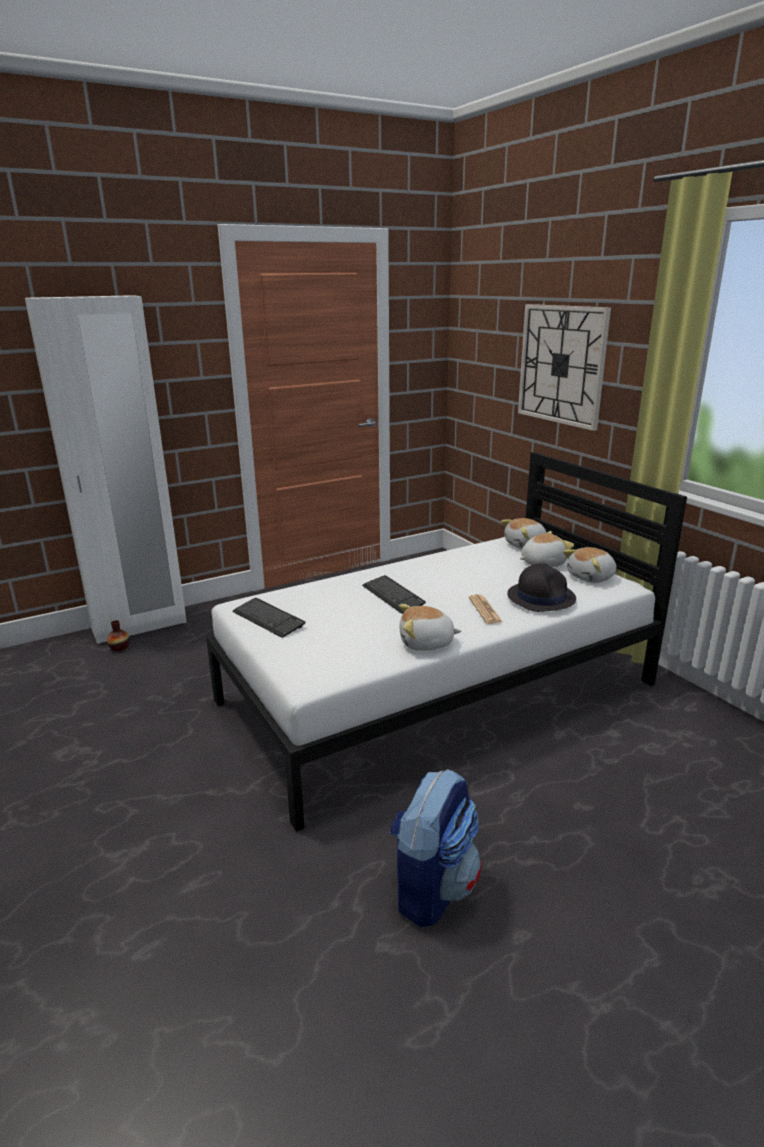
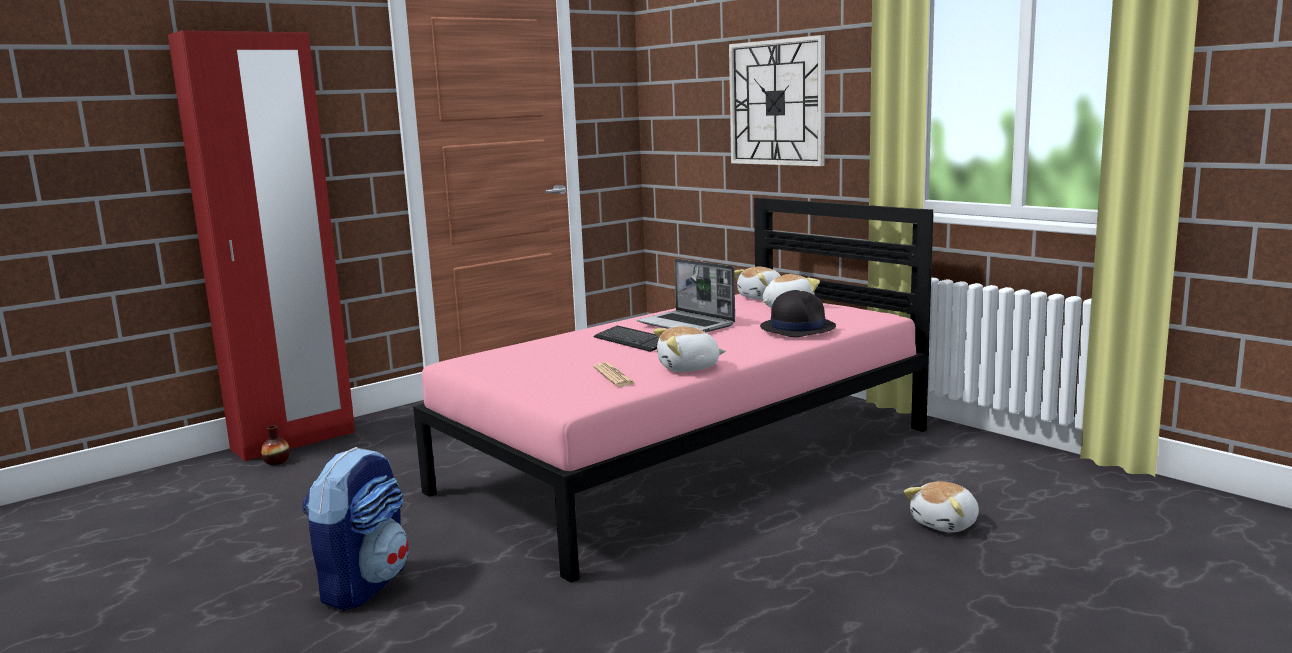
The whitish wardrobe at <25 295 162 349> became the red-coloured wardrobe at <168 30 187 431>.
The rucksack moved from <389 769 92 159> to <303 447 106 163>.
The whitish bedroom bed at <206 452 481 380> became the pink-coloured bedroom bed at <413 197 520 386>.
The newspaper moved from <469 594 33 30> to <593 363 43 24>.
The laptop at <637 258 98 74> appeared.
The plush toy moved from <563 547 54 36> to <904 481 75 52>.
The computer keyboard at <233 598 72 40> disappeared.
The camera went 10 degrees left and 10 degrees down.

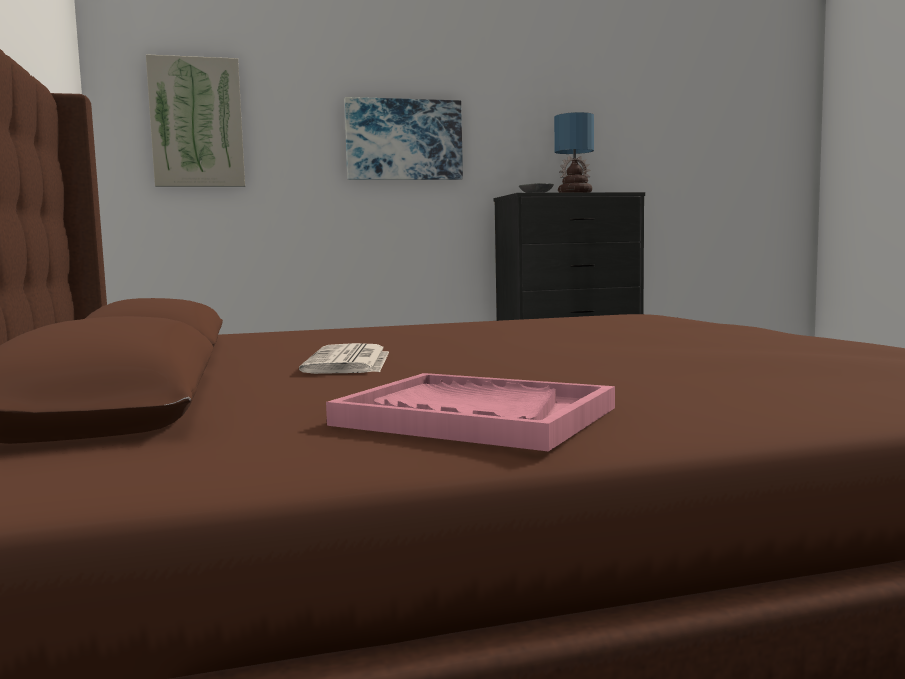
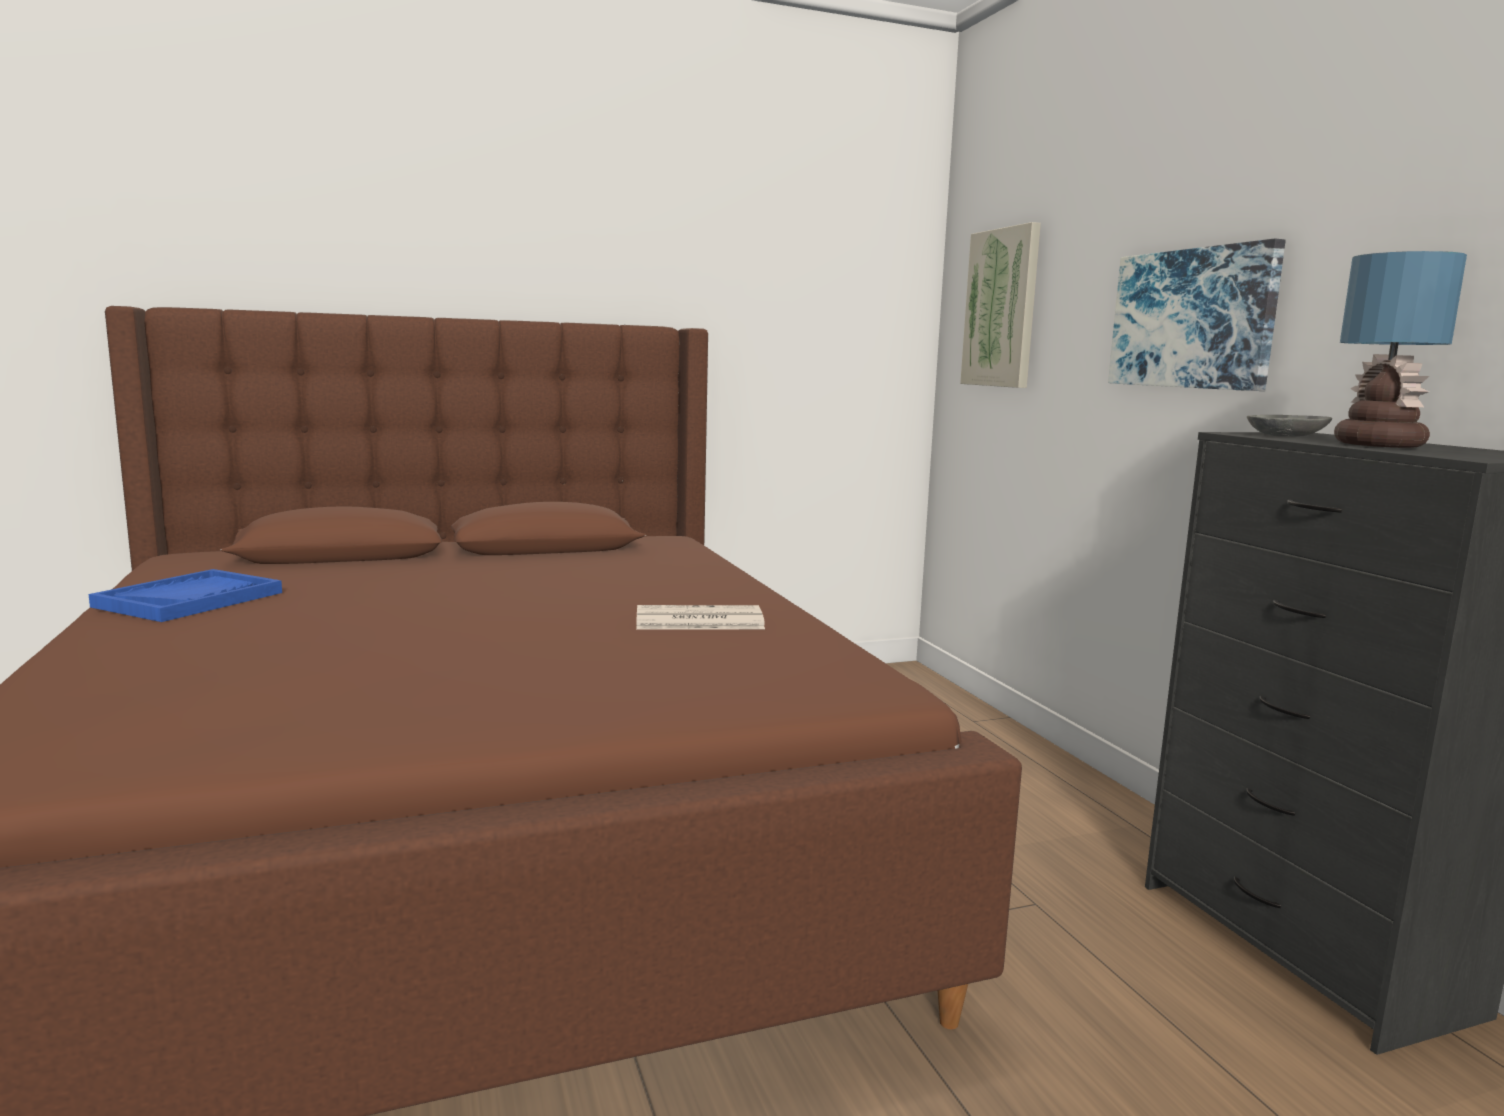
The pink-coloured serving tray at <326 373 289 79> became the bluish serving tray at <89 569 193 53>.
The newspaper moved from <299 343 90 31> to <636 605 129 24>.
The camera went 85 degrees right and 5 degrees up.

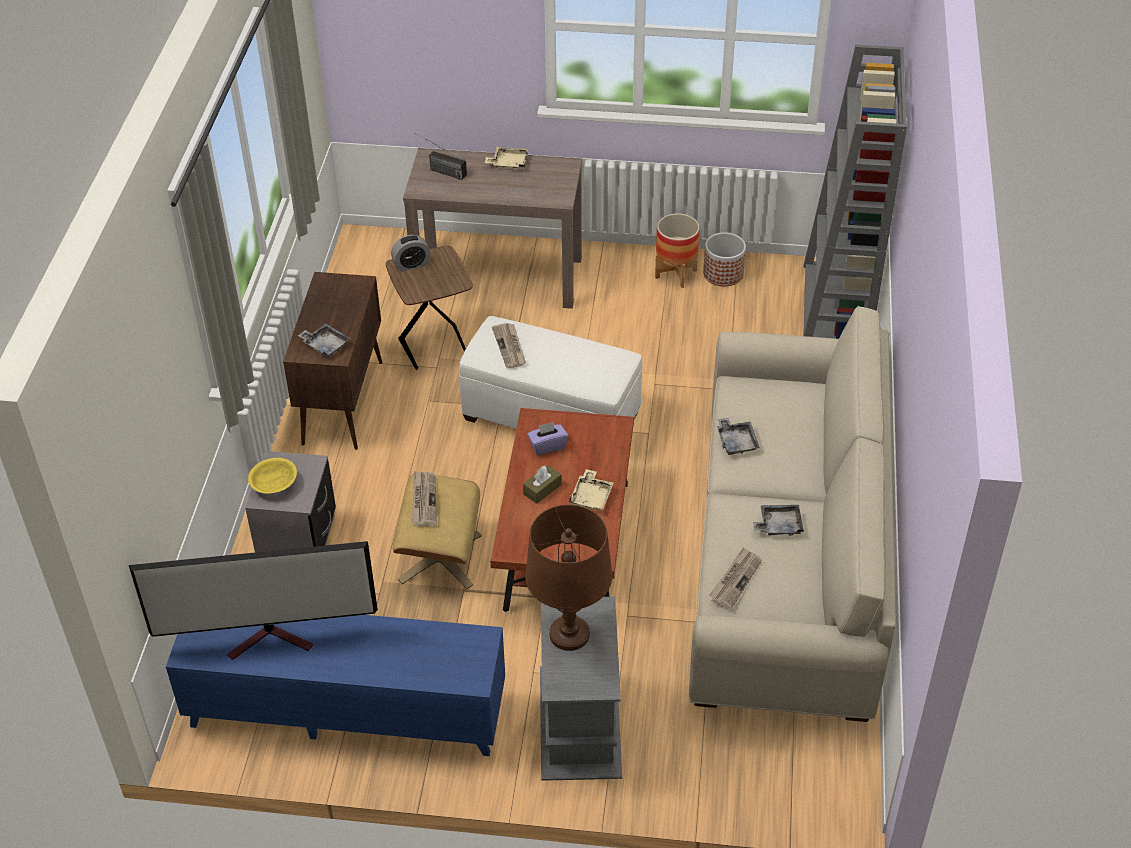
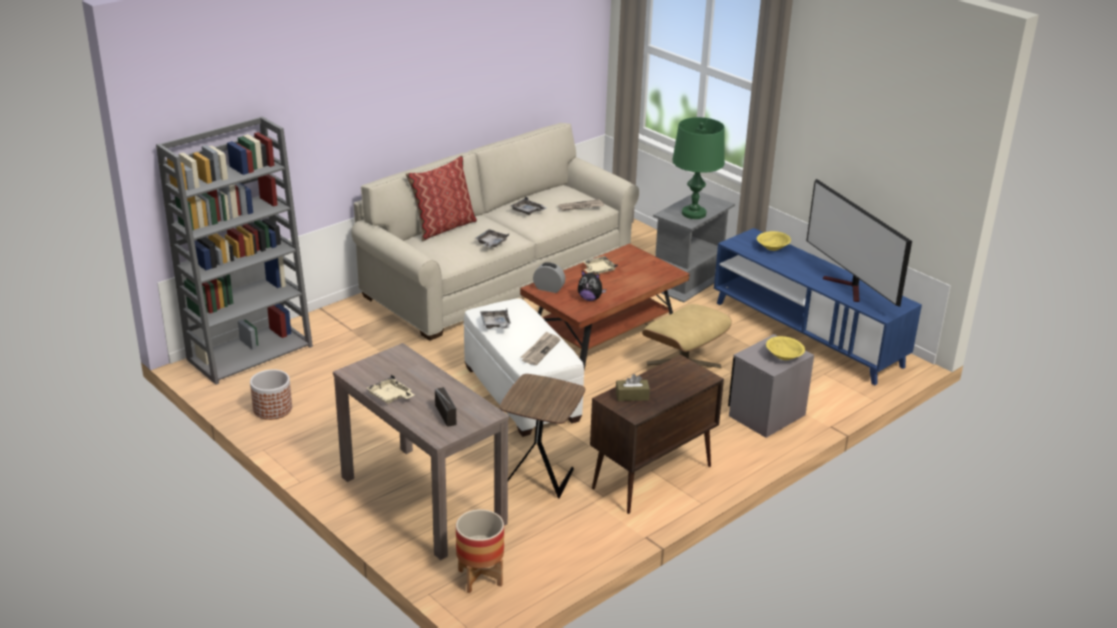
The throw pillow at <406 155 71 86> appeared.
The planter moved from <655 213 45 75> to <456 509 48 84>.
The gray serving tray moved from <298 323 53 35> to <480 309 31 20>.
The bedside clock moved from <391 235 40 36> to <533 262 32 31>.
The purple-coloured tissue box at <527 422 41 33> was replaced by the plush toy at <578 271 28 30>.
The brown tissue box moved from <523 465 39 39> to <616 374 34 27>.
The brown tabletop lamp at <525 505 87 146> became the green tabletop lamp at <672 117 53 102>.
The yellow deep dish at <757 231 34 20> appeared.
The TV set at <129 541 249 119> turned 150 degrees counterclockwise.
The newspaper at <412 471 25 55> disappeared.
The camera went 140 degrees left and 15 degrees down.

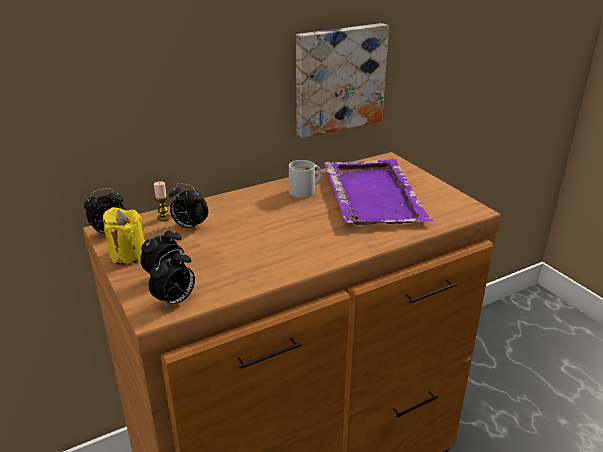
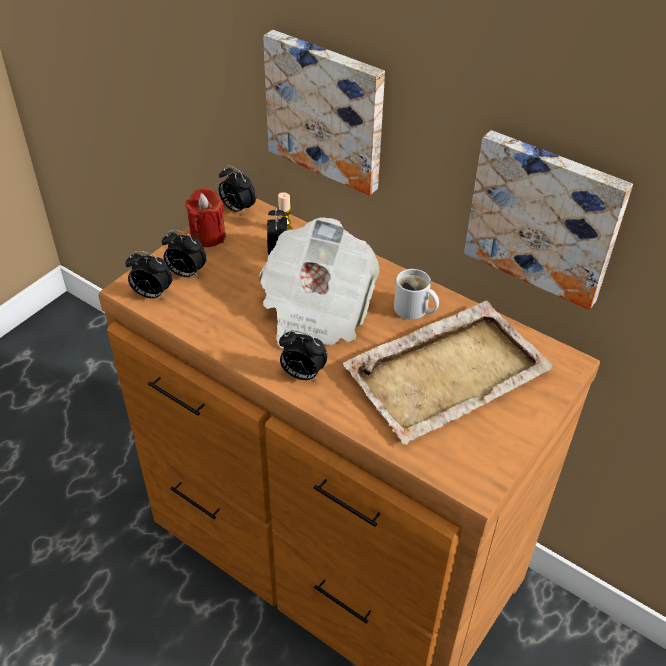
The yellow wax candle at <103 207 42 58> became the red-coloured wax candle at <185 188 41 59>.
The newspaper at <259 217 121 132> appeared.
The wall art at <263 30 122 166> appeared.
The bedside clock at <279 330 49 50> appeared.
The purple-coloured serving tray at <324 159 109 66> became the sand-coloured serving tray at <343 300 211 145>.
The camera went 65 degrees right and 15 degrees up.

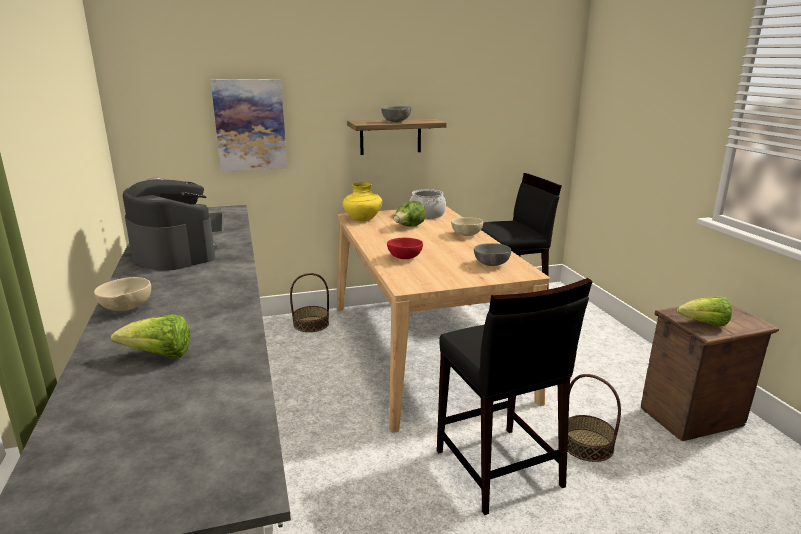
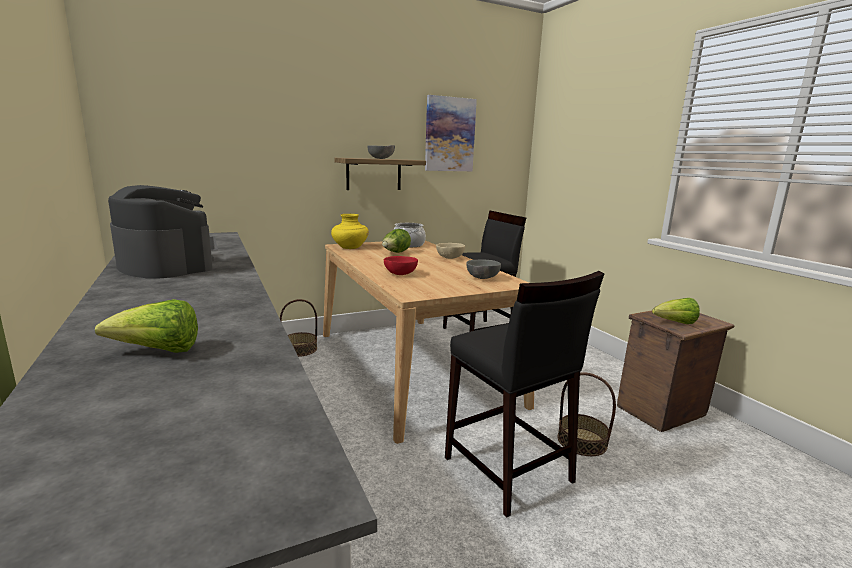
The wall art moved from <211 79 76 93> to <425 95 52 76>.
The sand-coloured deep dish at <94 277 57 34> disappeared.
The camera went 10 degrees left and 5 degrees down.

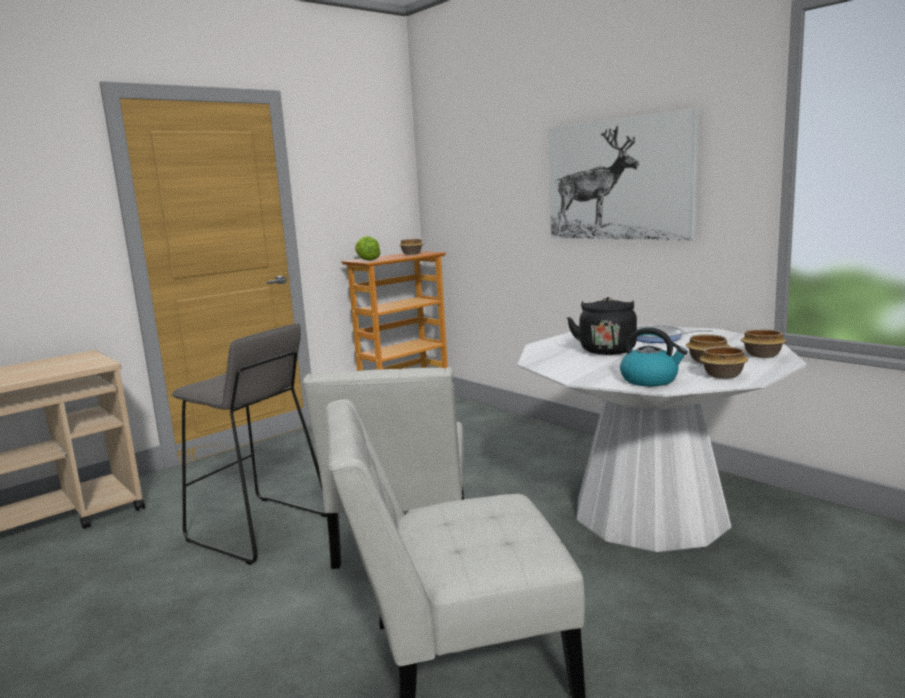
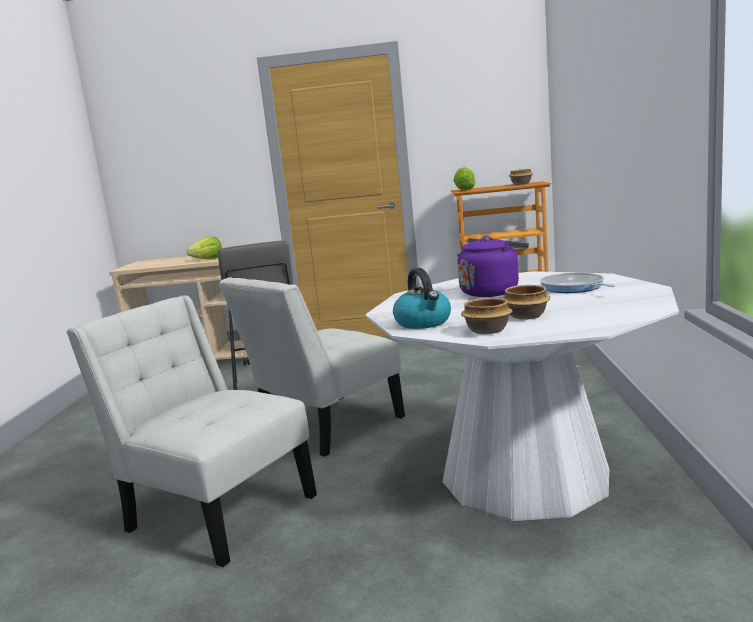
The lettuce at <187 236 35 23> appeared.
The blackish kettle at <567 297 70 58> became the purple-coloured kettle at <457 236 72 61>.
The wall art at <548 108 151 133> disappeared.
The deep dish at <741 329 45 29> disappeared.
The camera went 45 degrees right and 0 degrees up.

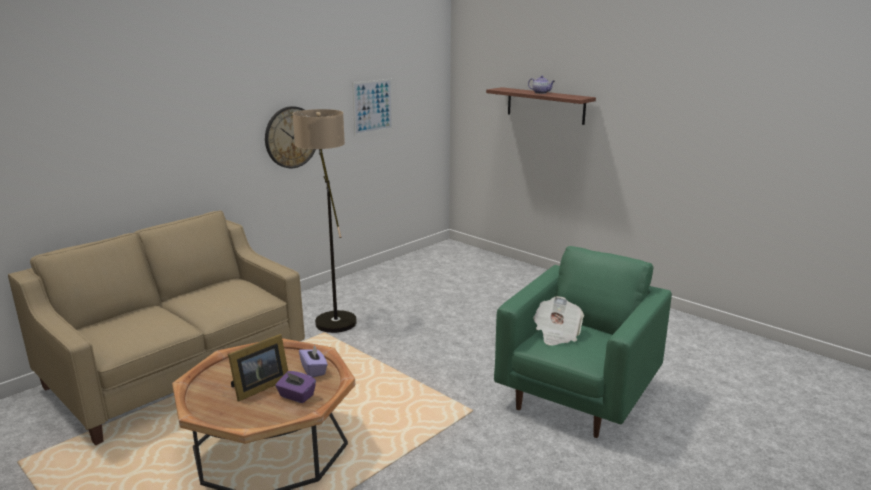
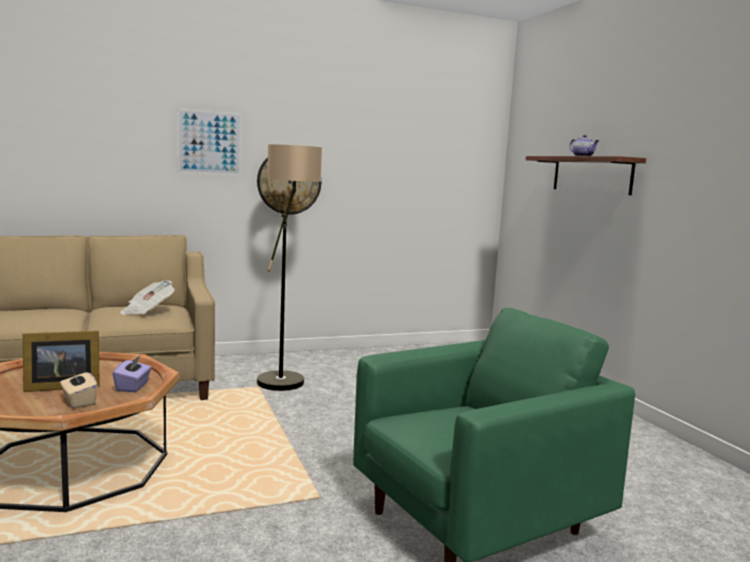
The purple-coloured tissue box at <275 371 41 32> became the sand-coloured tissue box at <60 369 38 39>.
The newspaper moved from <533 296 51 49> to <120 280 55 35>.
The wall art moved from <352 79 41 56> to <177 108 65 68>.
The camera went 25 degrees right and 10 degrees down.

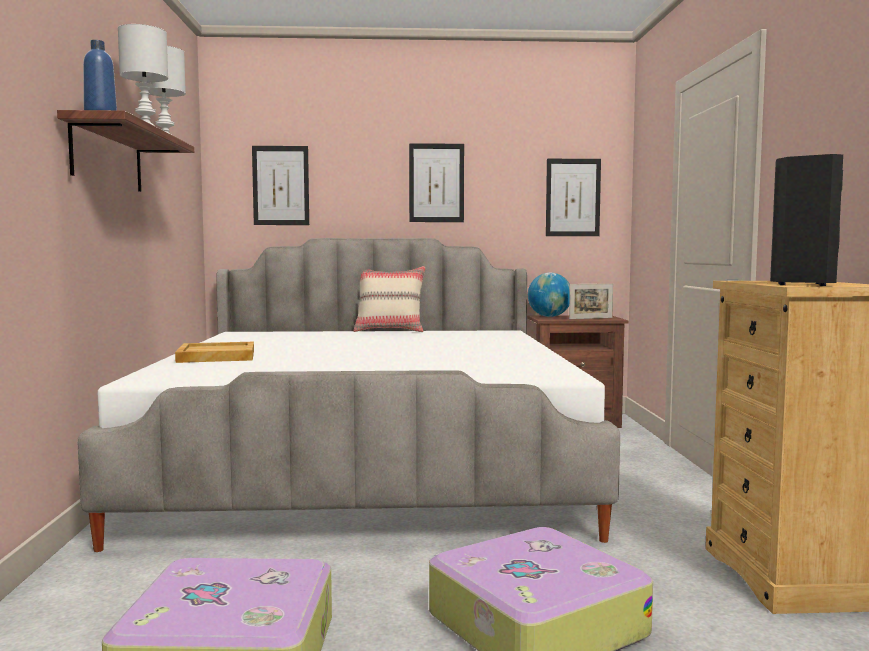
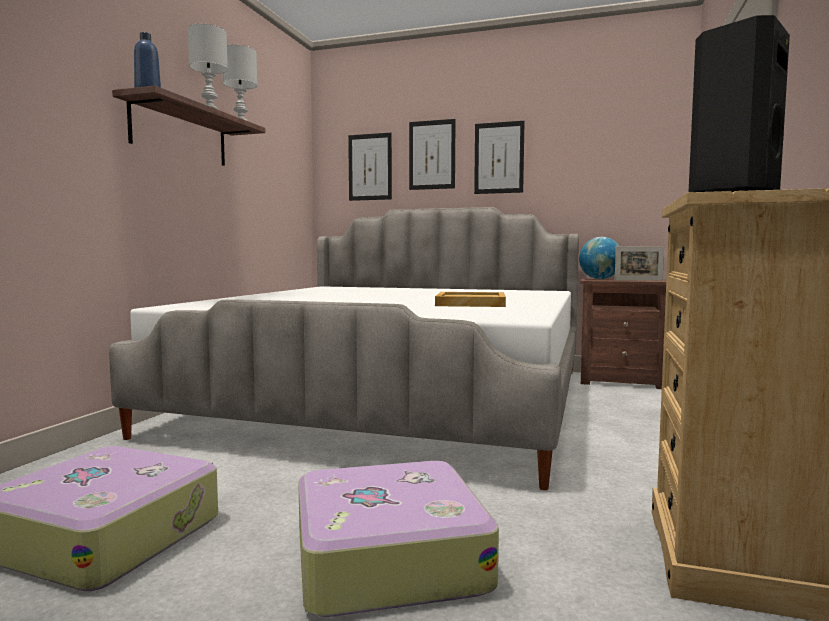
The wall art moved from <546 159 55 77> to <409 119 46 71>.
The sand-coloured serving tray moved from <175 342 79 21> to <435 292 71 15>.
The sand-coloured throw pillow at <354 266 71 66> disappeared.
The camera went 20 degrees right and 0 degrees up.

